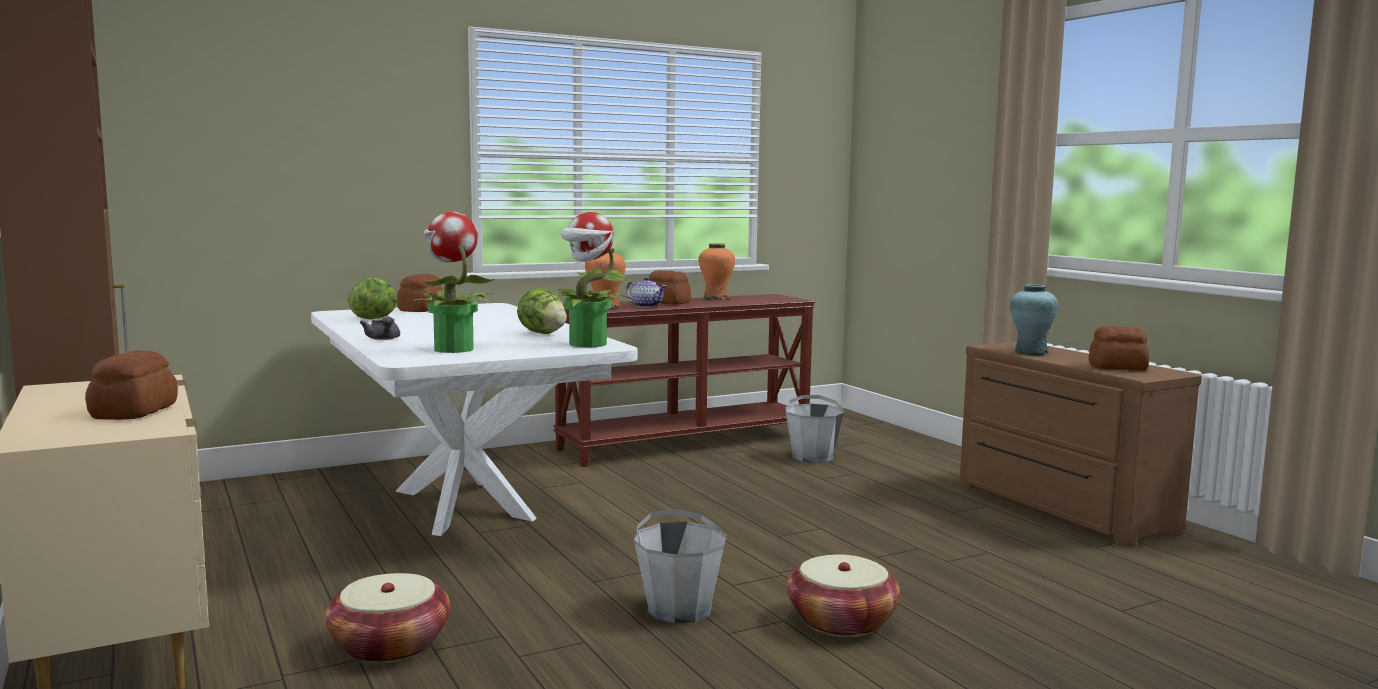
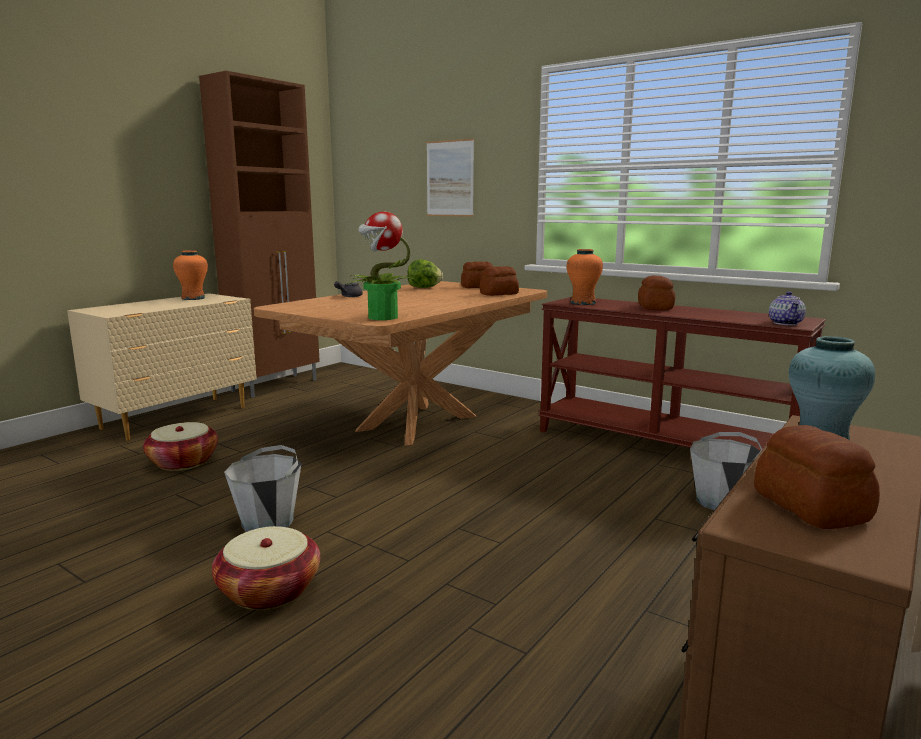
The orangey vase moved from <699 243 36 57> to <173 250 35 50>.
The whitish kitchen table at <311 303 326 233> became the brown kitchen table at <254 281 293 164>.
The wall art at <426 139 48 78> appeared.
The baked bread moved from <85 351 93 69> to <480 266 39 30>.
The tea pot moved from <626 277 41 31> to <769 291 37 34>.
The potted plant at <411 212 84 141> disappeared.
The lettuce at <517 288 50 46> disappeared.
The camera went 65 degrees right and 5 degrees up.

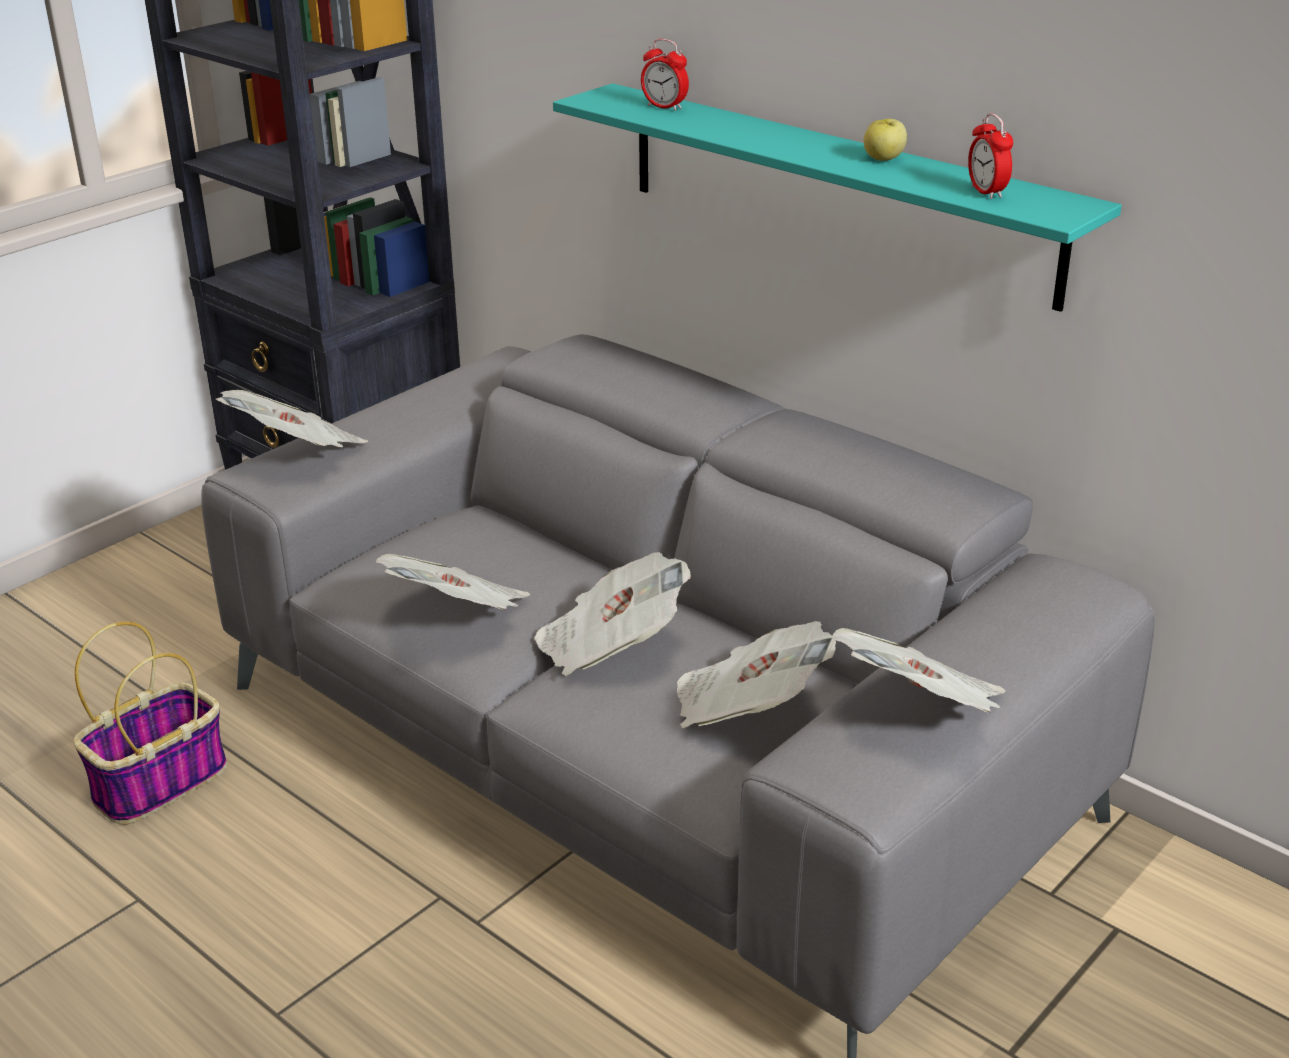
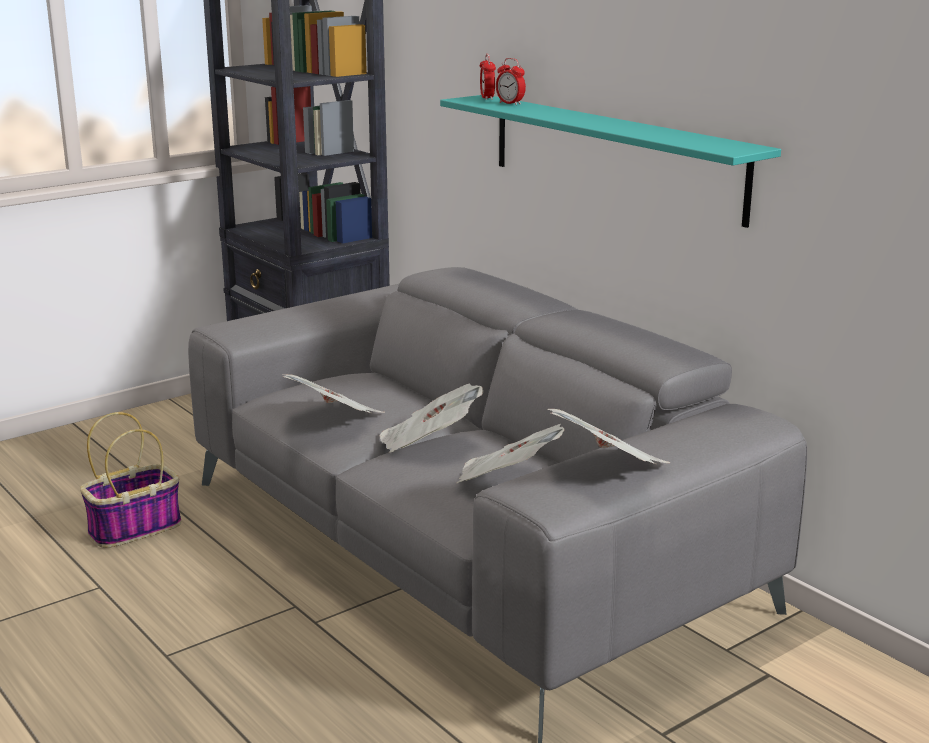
The bedside clock moved from <968 113 45 86> to <480 54 16 46>.
The newspaper at <216 390 152 57> disappeared.
The whole apple at <864 119 43 42> disappeared.
The camera went 10 degrees right and 10 degrees down.

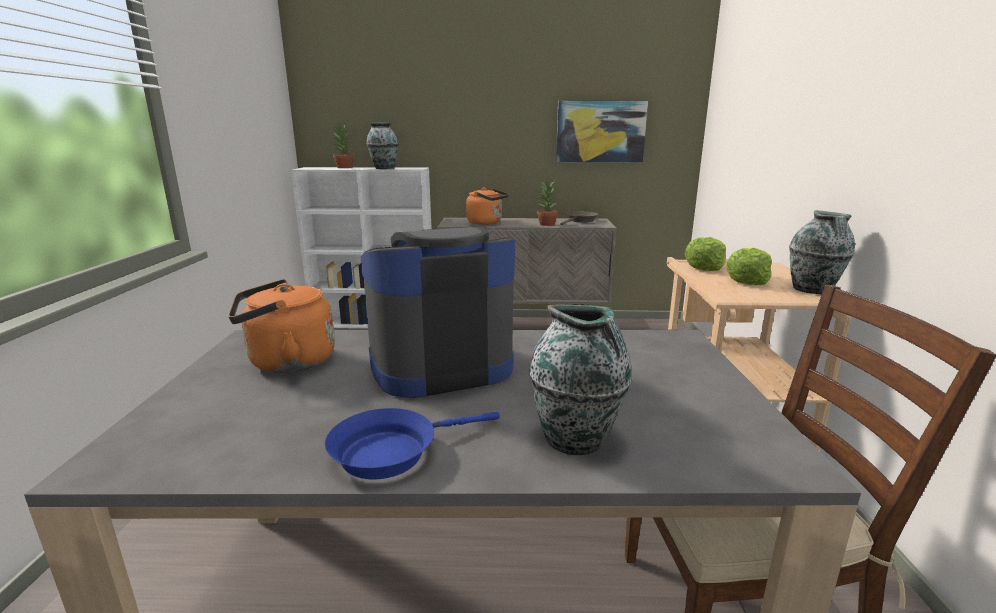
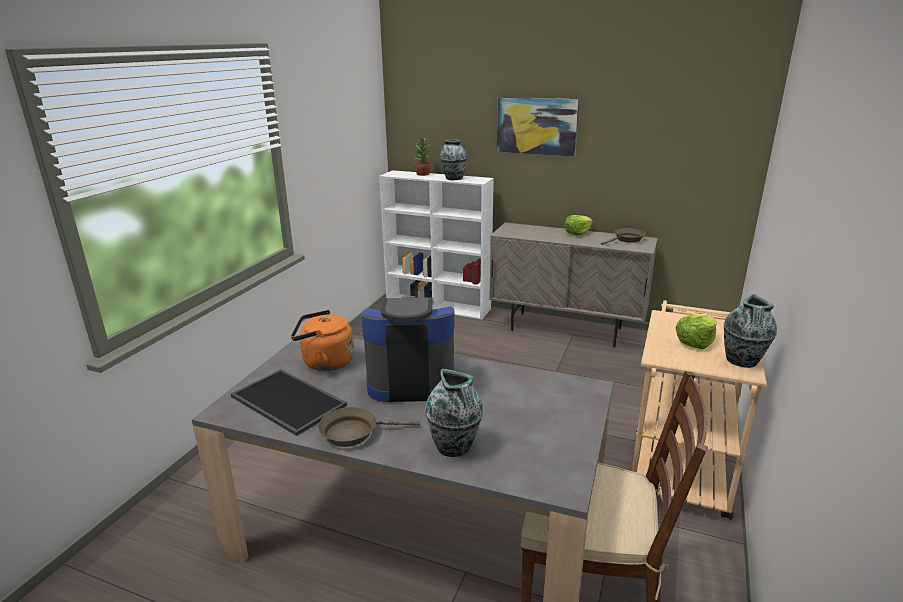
The serving tray at <231 369 116 67> appeared.
The bluish frying pan at <325 408 175 71> became the brown frying pan at <318 407 102 40>.
The wall art moved from <556 101 92 62> to <497 97 82 60>.
The lettuce moved from <684 237 42 34> to <564 215 29 21>.
The orangey kettle at <466 188 43 37> disappeared.
The potted plant at <537 181 21 45> disappeared.
The camera went 20 degrees right and 5 degrees up.

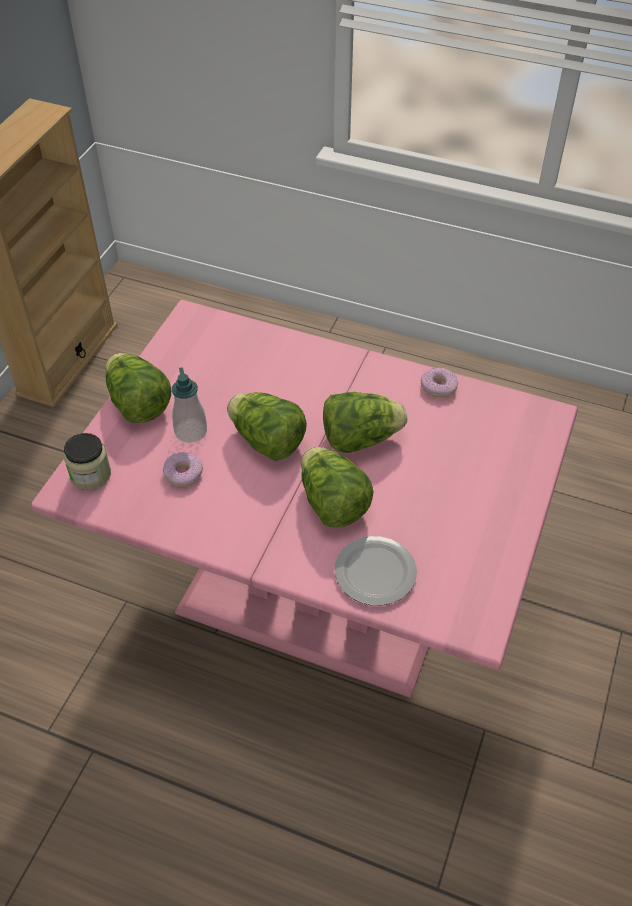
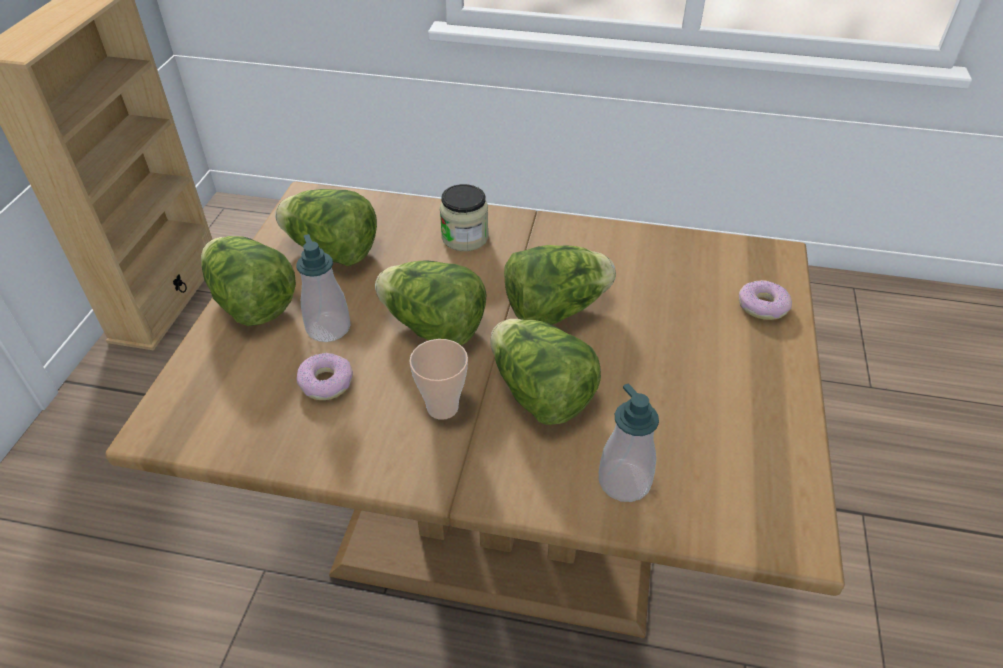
The pink-coloured kitchen table at <31 300 547 398> became the brown kitchen table at <105 182 740 456>.
The lettuce at <275 189 102 77> appeared.
The cup at <410 339 58 81> appeared.
The jar moved from <64 433 47 57> to <440 184 48 67>.
The flat dish at <335 536 82 70> was replaced by the liquid soap bottle at <599 383 60 119>.
The doughnut moved from <421 368 37 30> to <739 280 53 40>.
The camera went 10 degrees left and 5 degrees down.

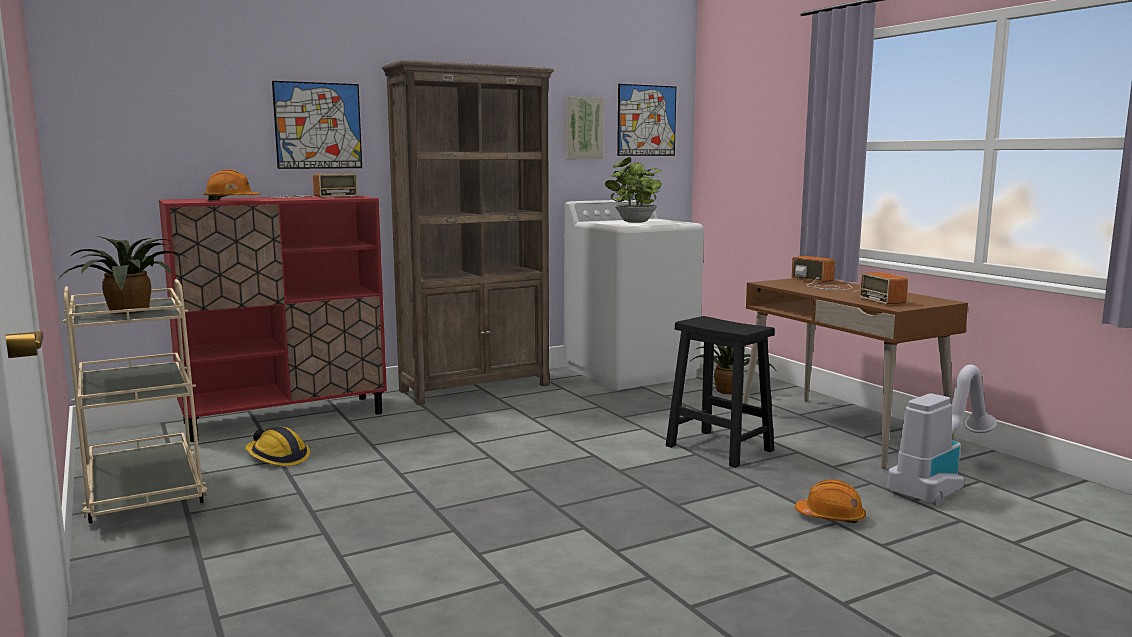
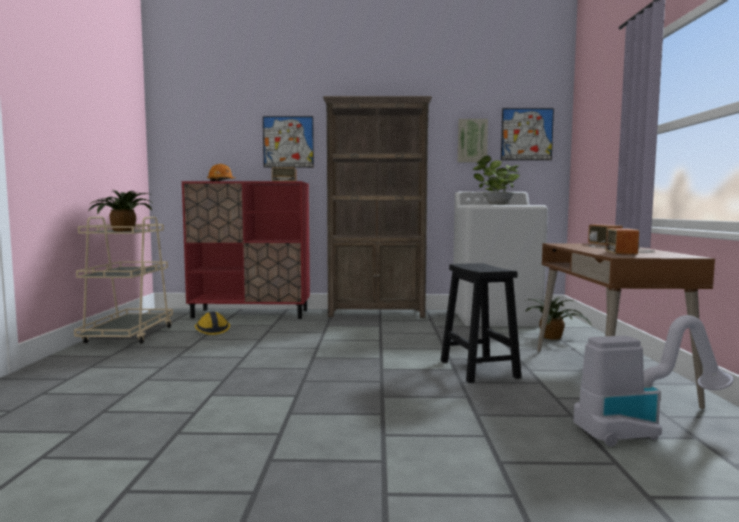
The orangey work helmet at <795 479 71 45> disappeared.
The camera went 30 degrees right and 5 degrees down.

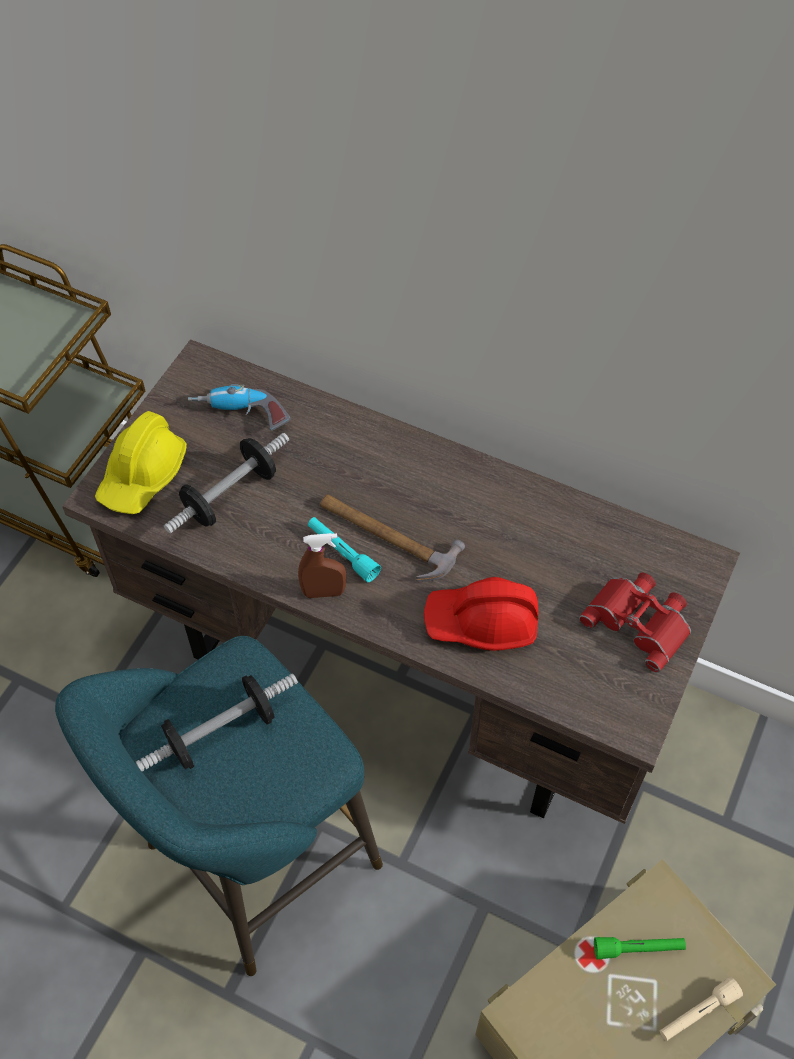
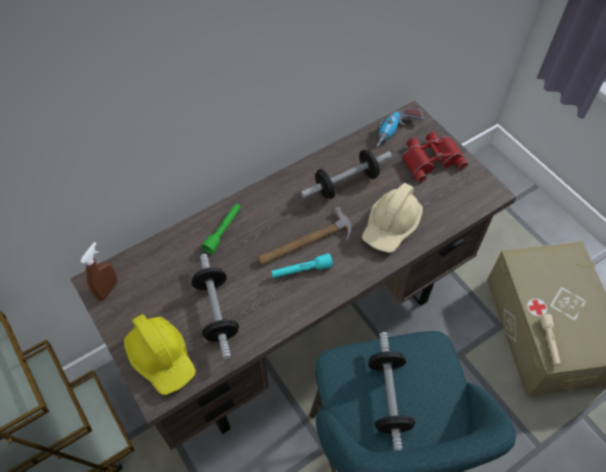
The brown sprayer moved from <298 533 48 65> to <80 242 37 58>.
The green hand torch moved from <594 937 92 22> to <201 204 40 50>.
The hand weight at <301 150 91 49> appeared.
The red-coloured work helmet at <424 577 114 74> became the sand-coloured work helmet at <362 183 61 70>.
The power drill moved from <188 384 102 47> to <376 109 48 38>.
The sand-coloured hand torch moved from <660 977 83 64> to <539 314 22 52>.
The camera went 60 degrees left and 0 degrees up.

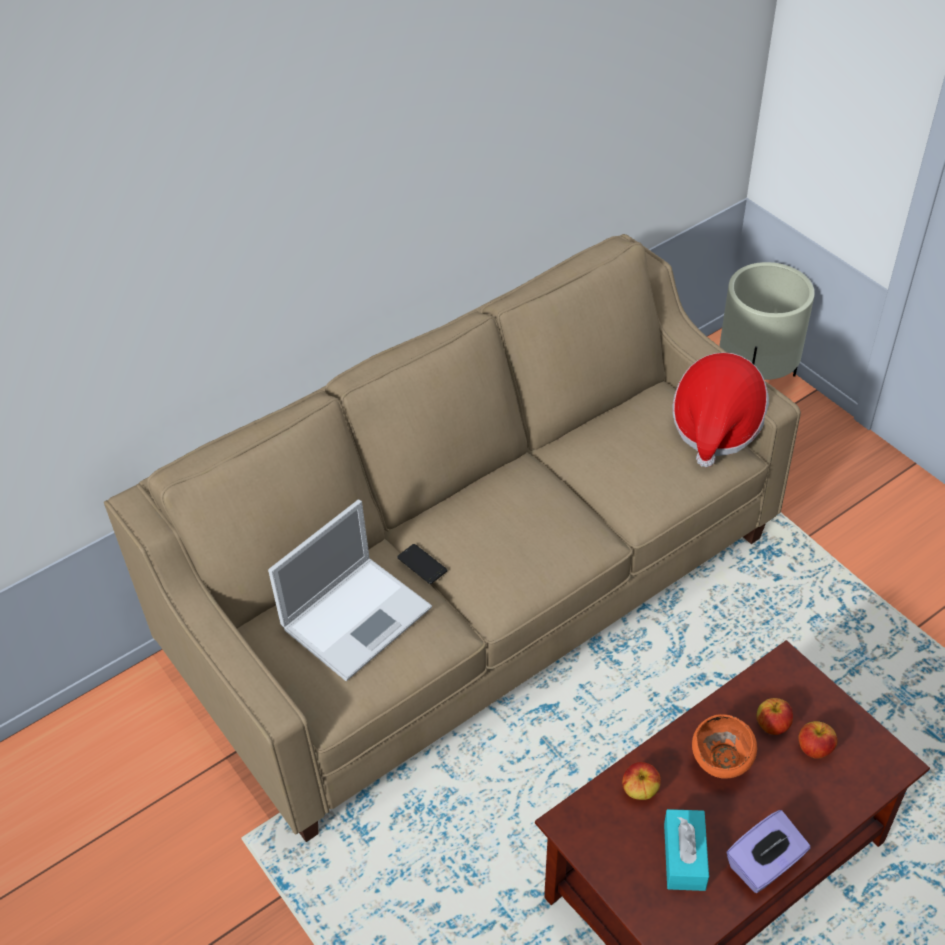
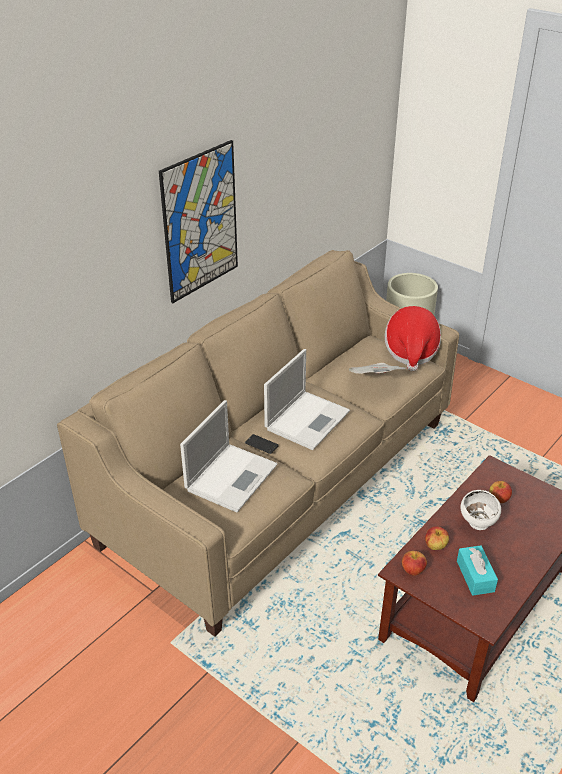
The wall art at <159 140 79 163> appeared.
The laptop at <264 349 86 101> appeared.
The newspaper at <349 363 56 11> appeared.
The whole apple moved from <799 721 38 38> to <402 551 25 25>.
The orangey deep dish at <692 714 65 65> became the whitish deep dish at <461 490 40 40>.
The purple-coloured tissue box at <727 810 83 83> disappeared.
The camera went 15 degrees left and 10 degrees down.

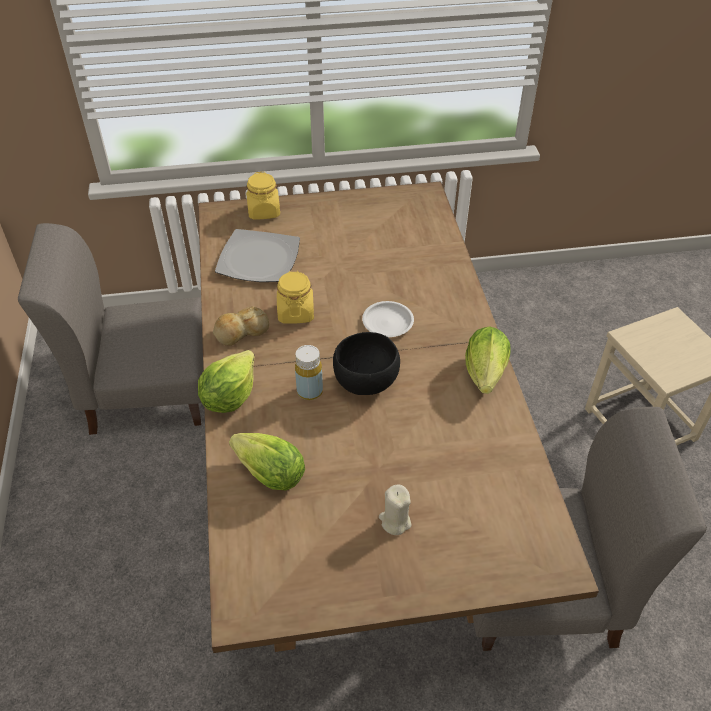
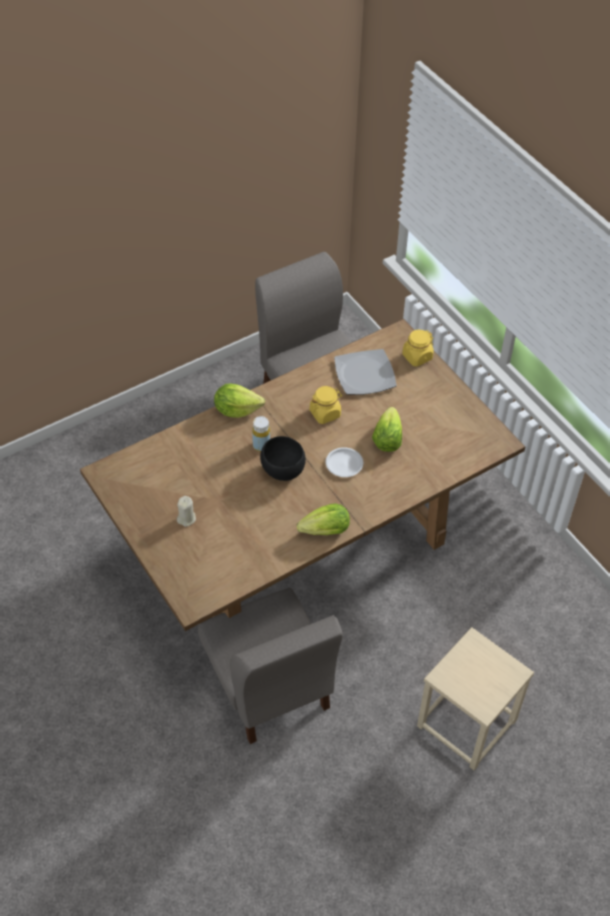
The lettuce moved from <229 433 76 57> to <372 407 30 45>.
The baked bread at <213 306 56 40> disappeared.
The camera went 65 degrees right and 5 degrees up.

